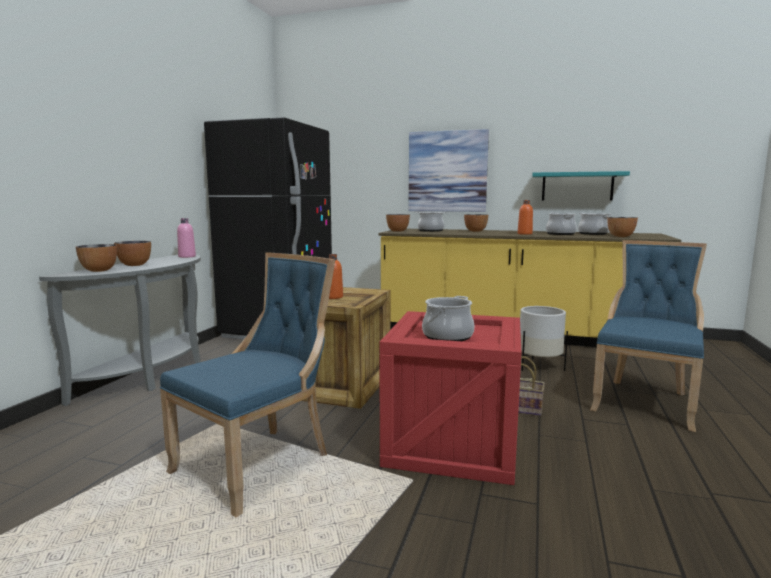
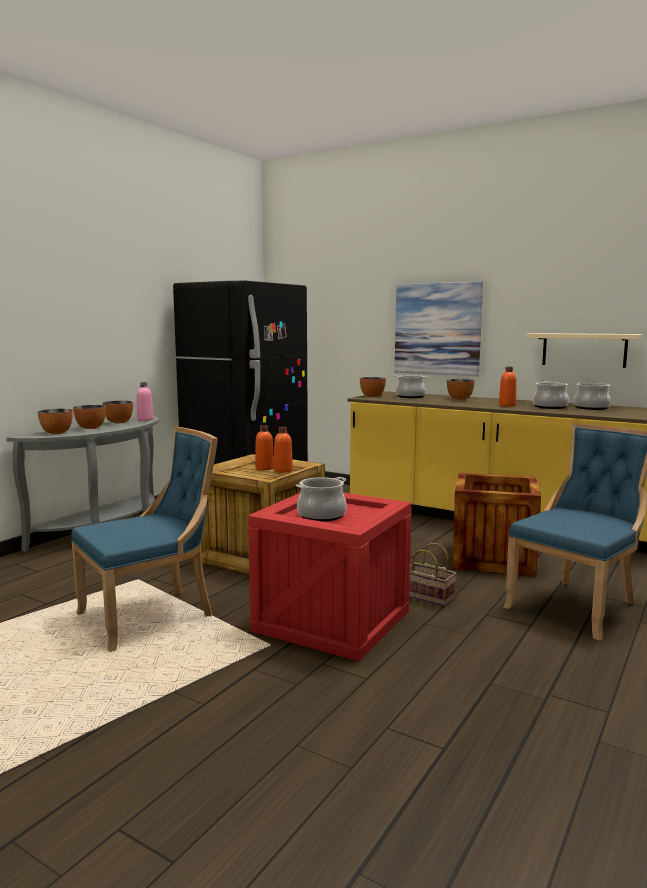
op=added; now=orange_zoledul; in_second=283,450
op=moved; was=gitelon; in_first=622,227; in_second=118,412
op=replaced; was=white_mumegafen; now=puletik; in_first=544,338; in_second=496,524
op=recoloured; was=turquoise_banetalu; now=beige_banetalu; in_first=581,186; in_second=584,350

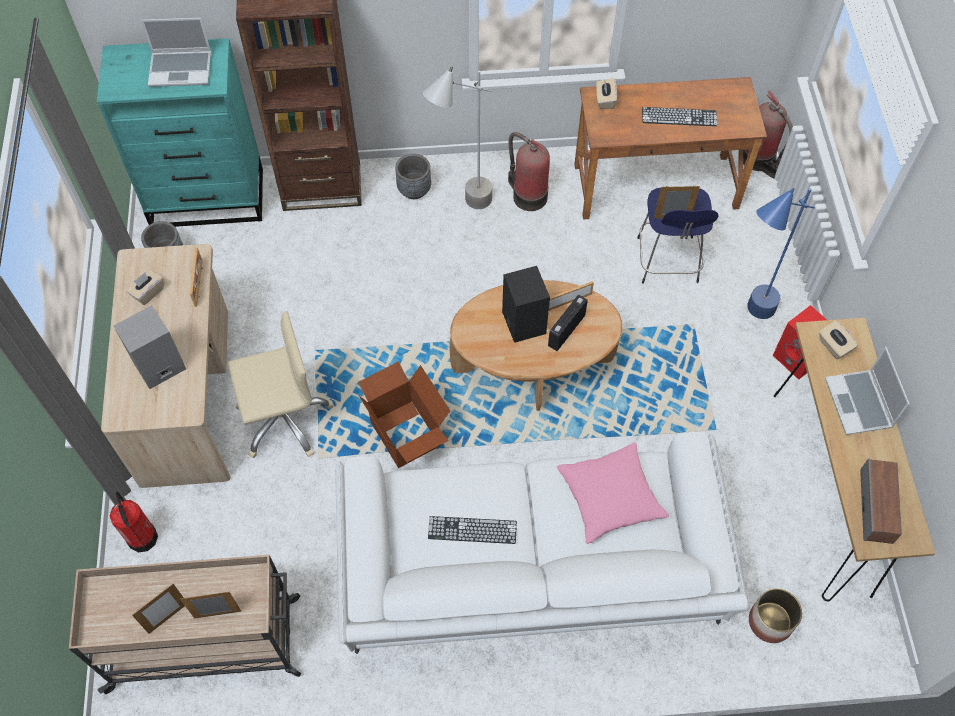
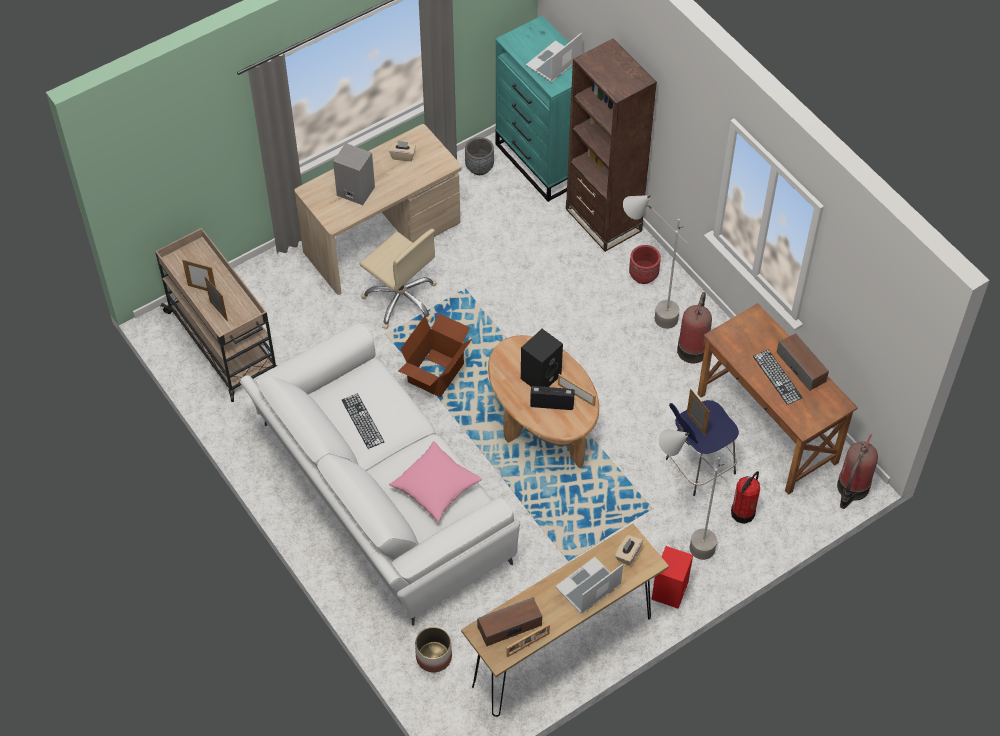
op=removed; was=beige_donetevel; in_first=606,93
op=added; now=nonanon; in_second=803,362
op=moved; was=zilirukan; in_first=134,522; in_second=745,497
op=moved; was=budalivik; in_first=196,277; in_second=528,640
op=recoloured; was=grey_mumegafen; now=red_mumegafen; in_first=413,176; in_second=645,264
op=recoloured; was=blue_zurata; now=grey_zurata; in_first=781,253; in_second=693,494
op=turned; was=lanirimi; in_first=176,52; in_second=554,57; clockwise=75

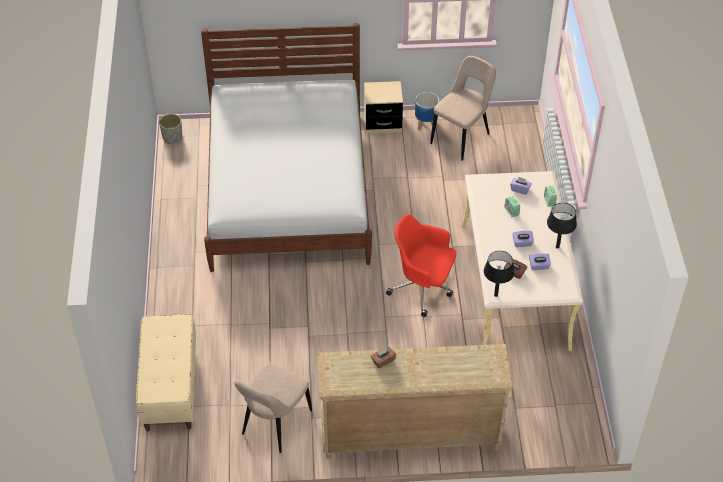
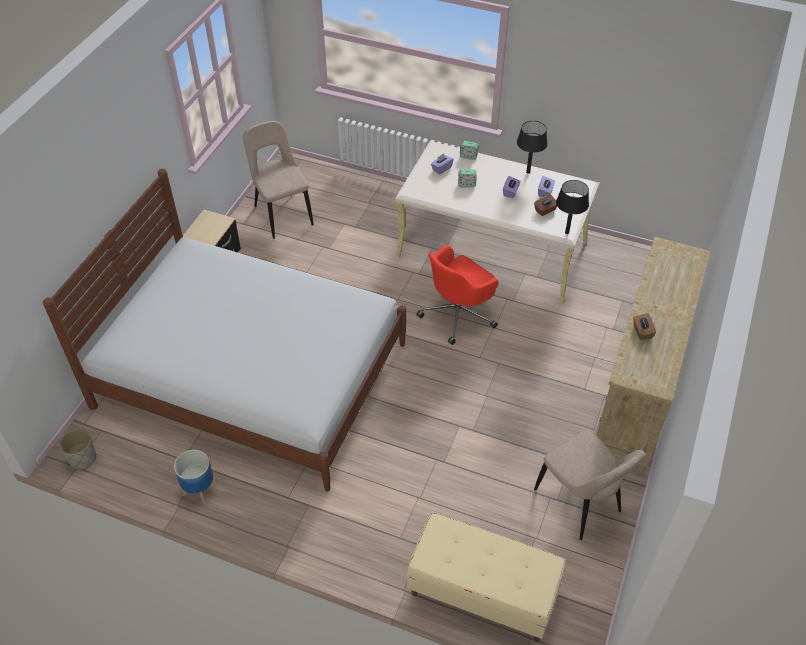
op=moved; was=mumegafen; in_first=427,111; in_second=195,476

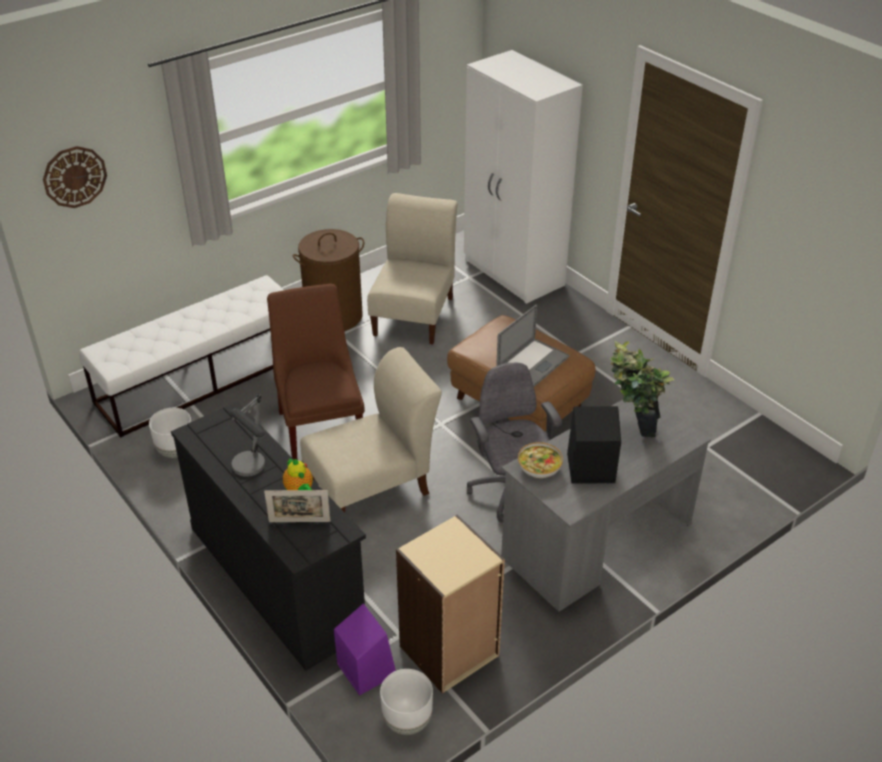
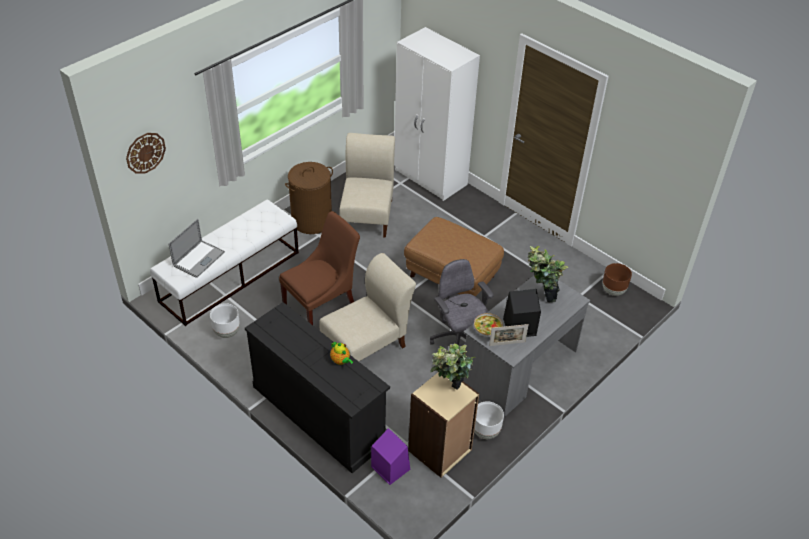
op=removed; was=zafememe; in_first=247,435
op=added; now=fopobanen; in_second=453,367
op=added; now=brown_mumegafen; in_second=617,279
op=moved; was=budalivik; in_first=297,506; in_second=509,335
op=moved; was=white_mumegafen; in_first=406,702; in_second=489,420
op=moved; was=lanirimi; in_first=533,345; in_second=197,248
op=turned; was=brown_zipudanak; in_first=316,371; in_second=319,268; clockwise=75

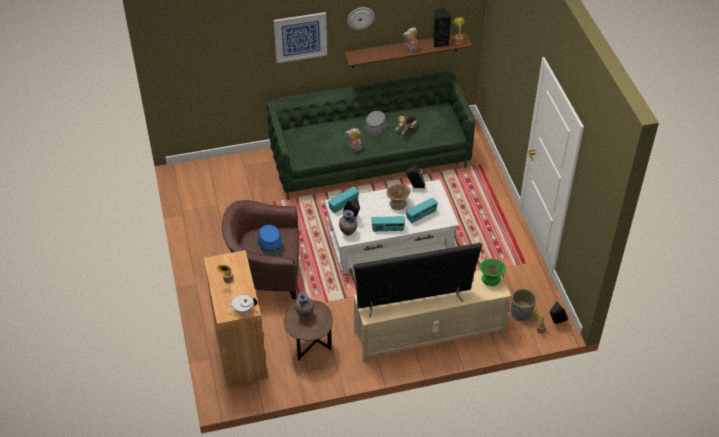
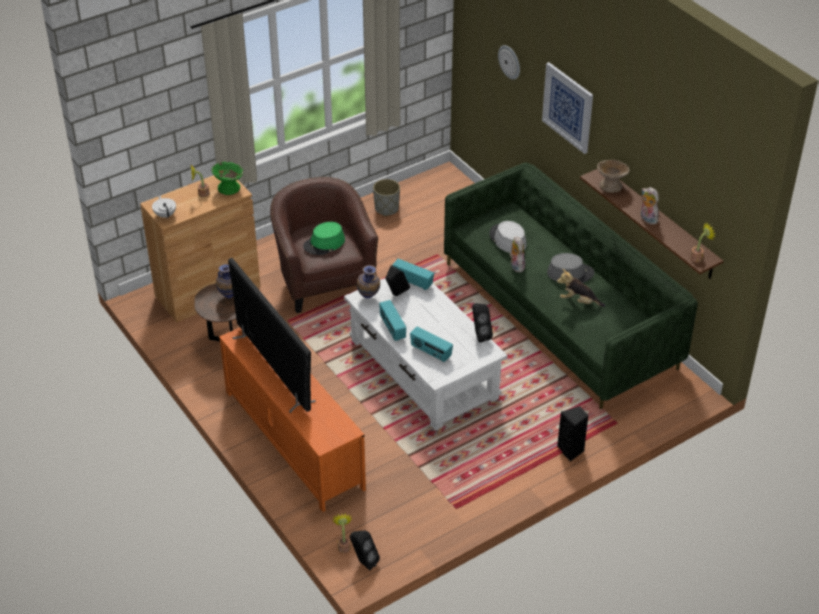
op=added; now=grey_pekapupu; in_second=508,237
op=moved; was=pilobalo; in_first=361,18; in_second=509,62
op=moved; was=beige_gitelon; in_first=398,197; in_second=613,176
op=moved; was=black_nonanon; in_first=442,28; in_second=573,433
op=moved; was=green_gitelon; in_first=492,272; in_second=227,178
op=moved; was=grey_mumegafen; in_first=523,305; in_second=386,197
op=recoloured; was=blue_pekapupu; now=green_pekapupu; in_first=271,240; in_second=324,238
op=recoloured; was=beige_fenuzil; now=orange_fenuzil; in_first=432,316; in_second=292,420

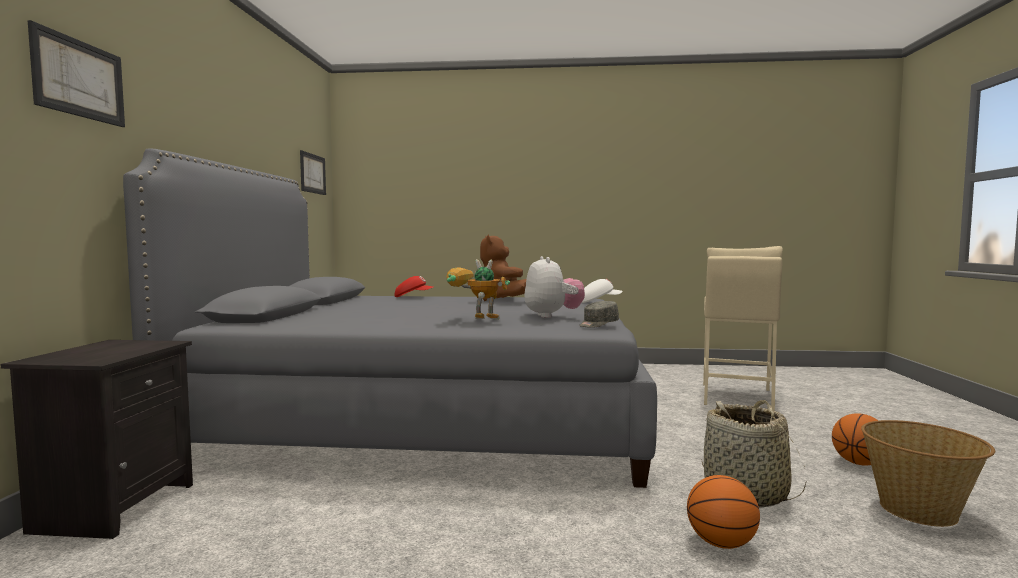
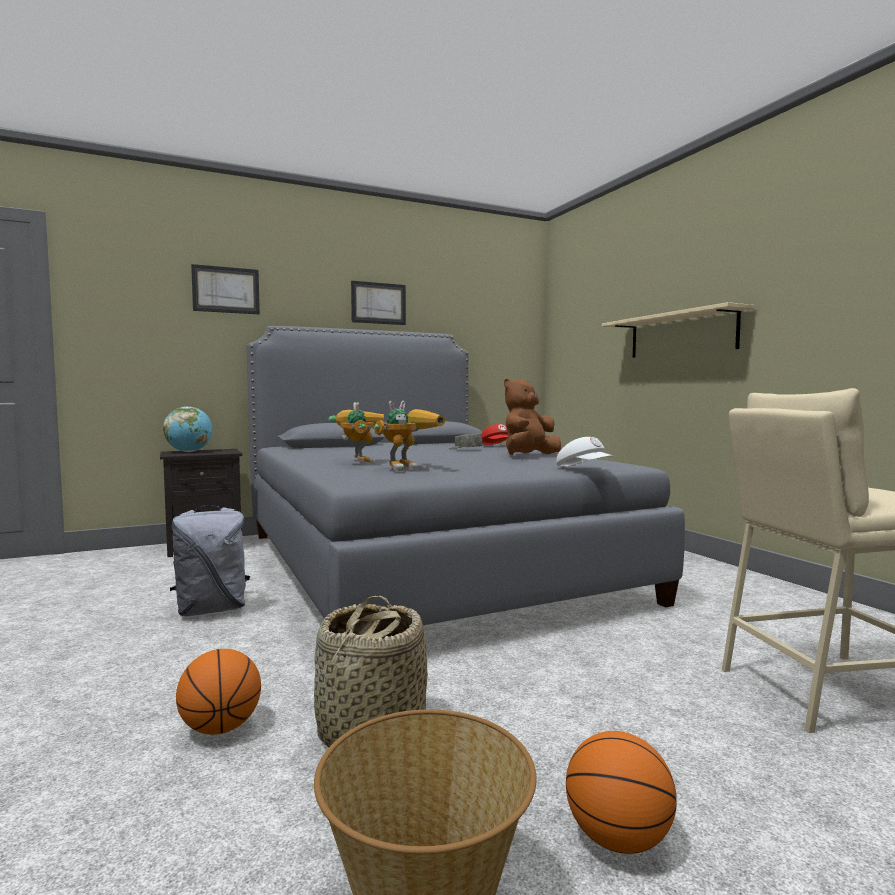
op=added; now=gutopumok; in_second=188,429
op=added; now=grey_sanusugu; in_second=210,560
op=added; now=beige_banetalu; in_second=678,330
op=moved; was=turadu; in_first=313,172; in_second=378,303
op=moved; was=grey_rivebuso; in_first=599,314; in_second=466,441
op=replaced; was=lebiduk; now=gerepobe; in_first=554,287; in_second=409,436

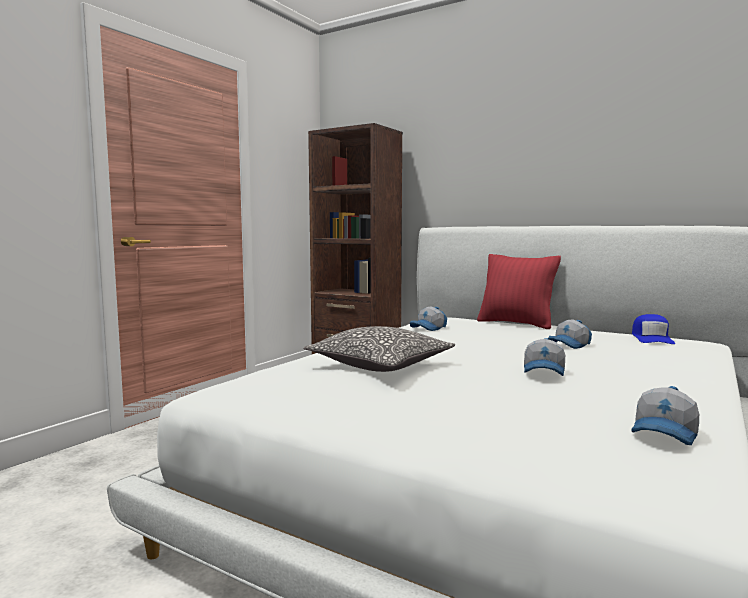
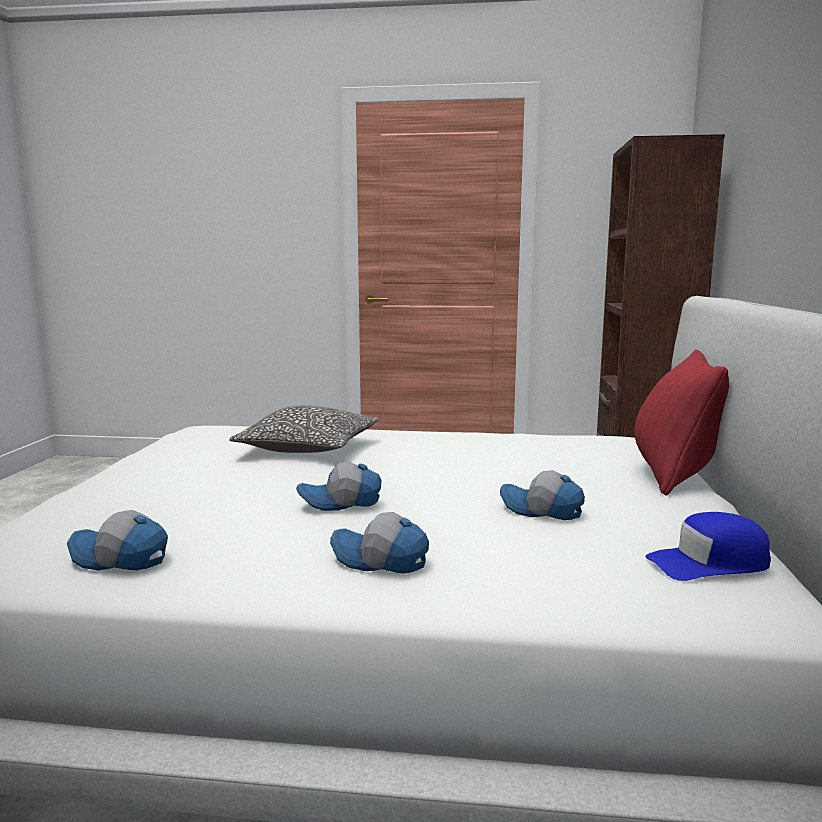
op=moved; was=rivebuso; in_first=428,319; in_second=379,543

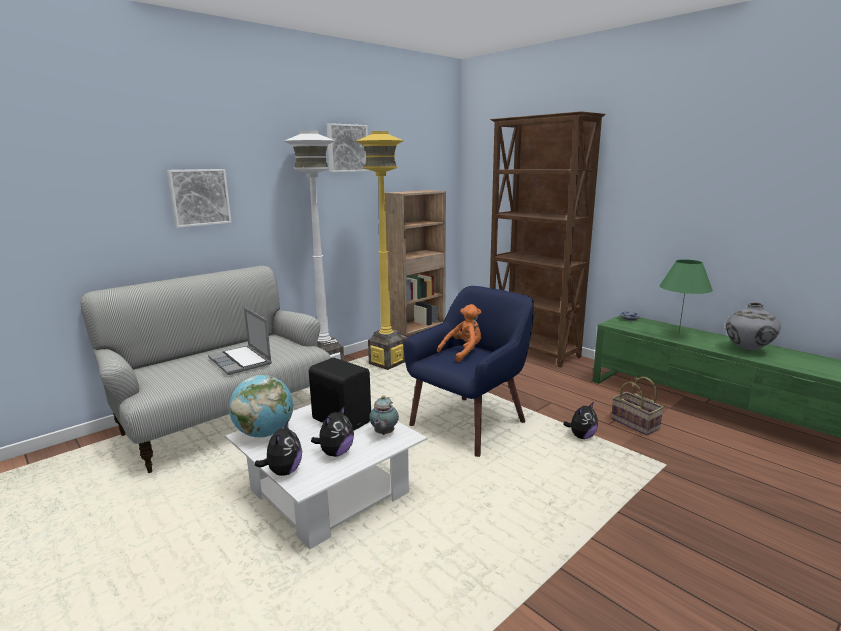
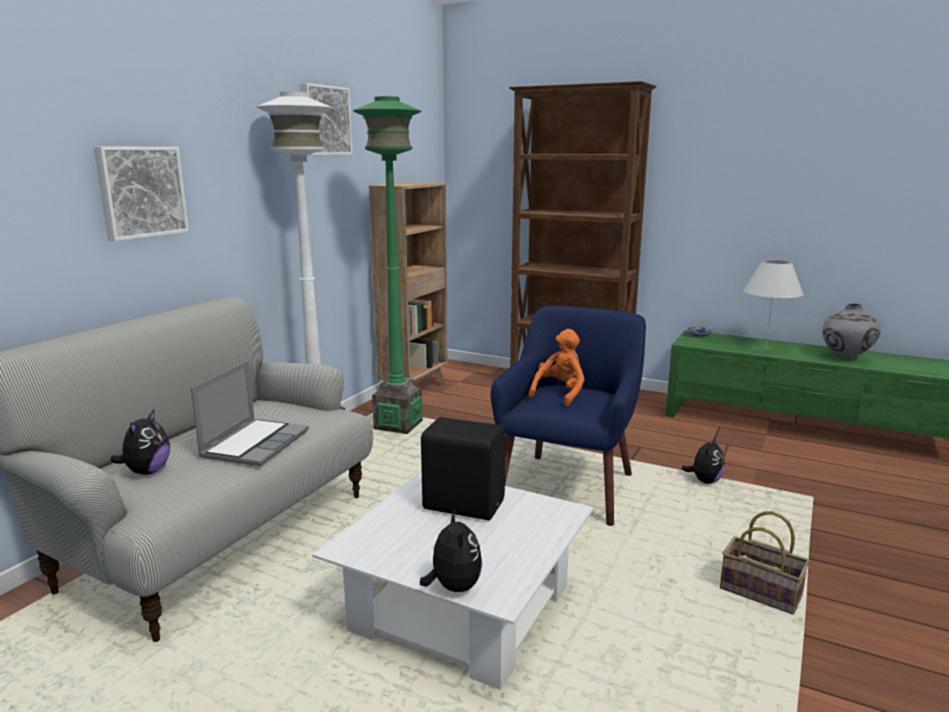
op=removed; was=gutopumok; in_first=261,406
op=removed; was=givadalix; in_first=384,415
op=moved; was=lebiduk; in_first=332,431; in_second=140,442
op=moved; was=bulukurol; in_first=637,406; in_second=765,563
op=recoloured; was=yellow_zurata; now=green_zurata; in_first=380,250; in_second=387,265
op=recoloured; was=green_zafememe; now=white_zafememe; in_first=686,297; in_second=773,303
op=turned; was=lanirimi; in_first=240,341; in_second=250,413; clockwise=-105

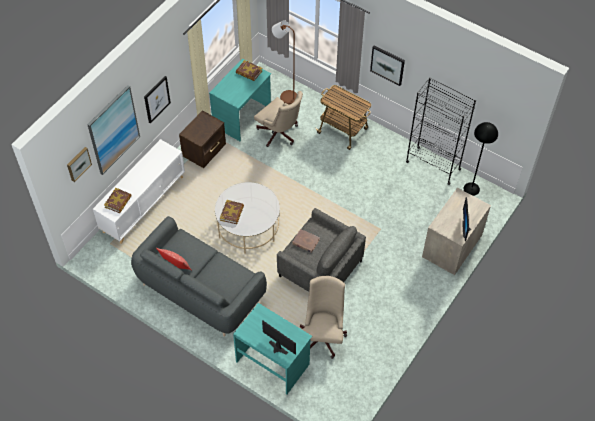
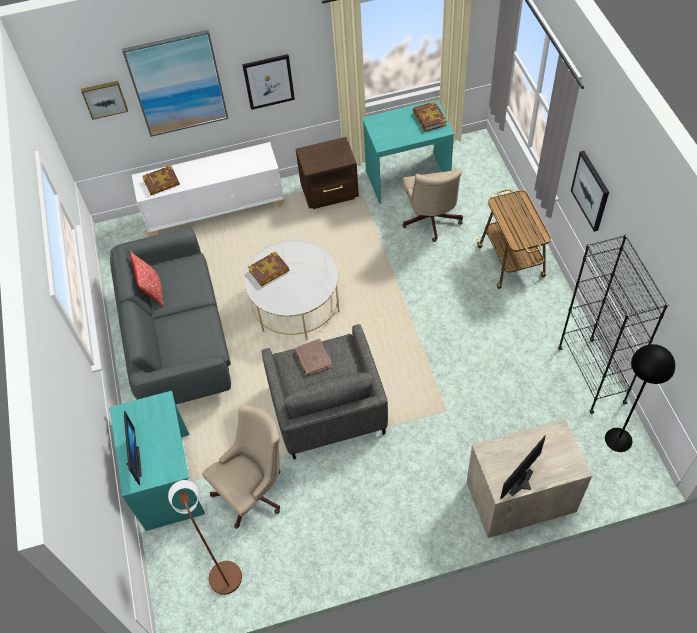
op=moved; was=brown_zurata; in_first=284,62; in_second=205,537

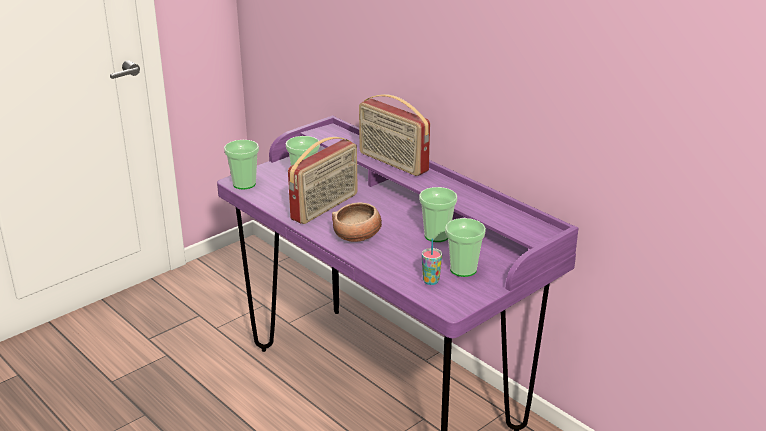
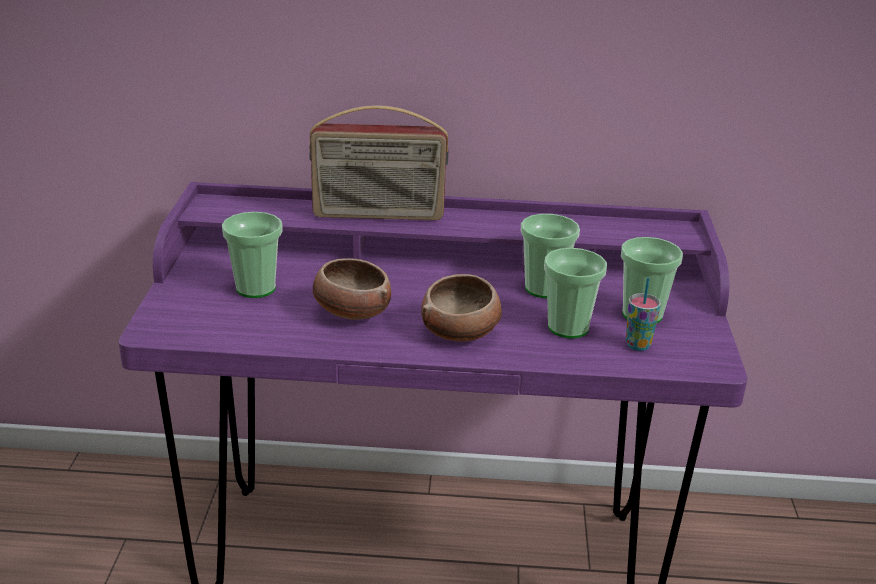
op=moved; was=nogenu; in_first=241,165; in_second=575,293
op=replaced; was=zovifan; now=gitelon; in_first=323,180; in_second=352,289

